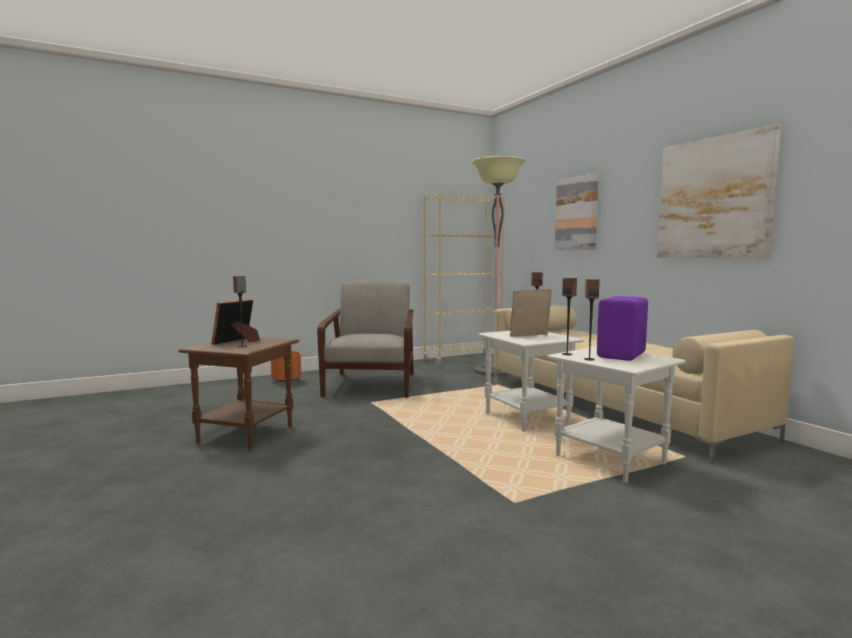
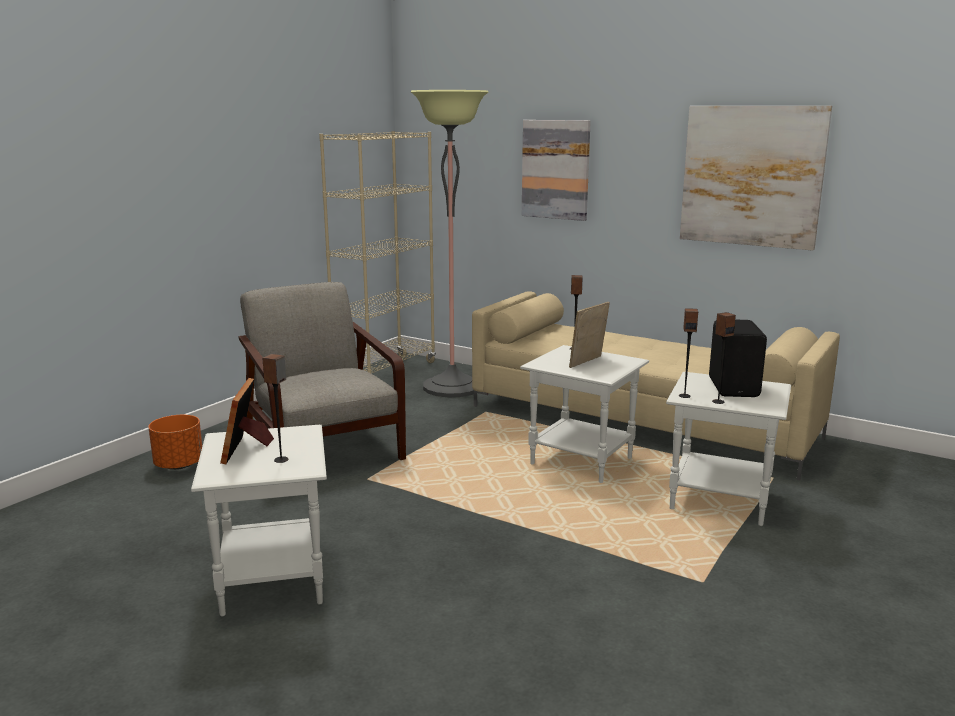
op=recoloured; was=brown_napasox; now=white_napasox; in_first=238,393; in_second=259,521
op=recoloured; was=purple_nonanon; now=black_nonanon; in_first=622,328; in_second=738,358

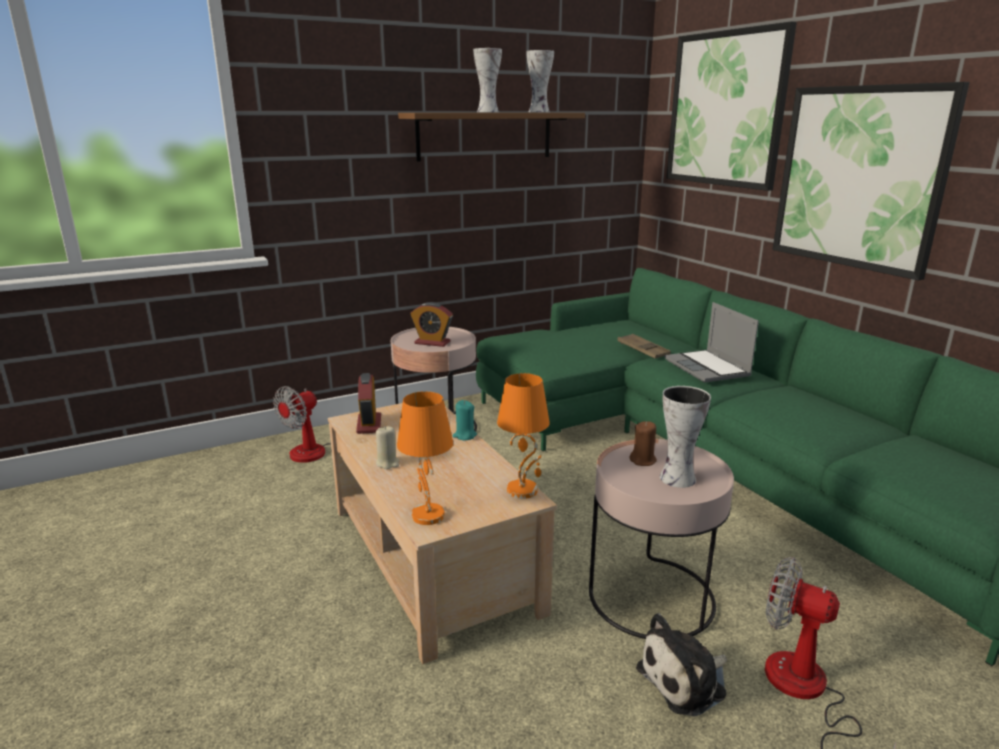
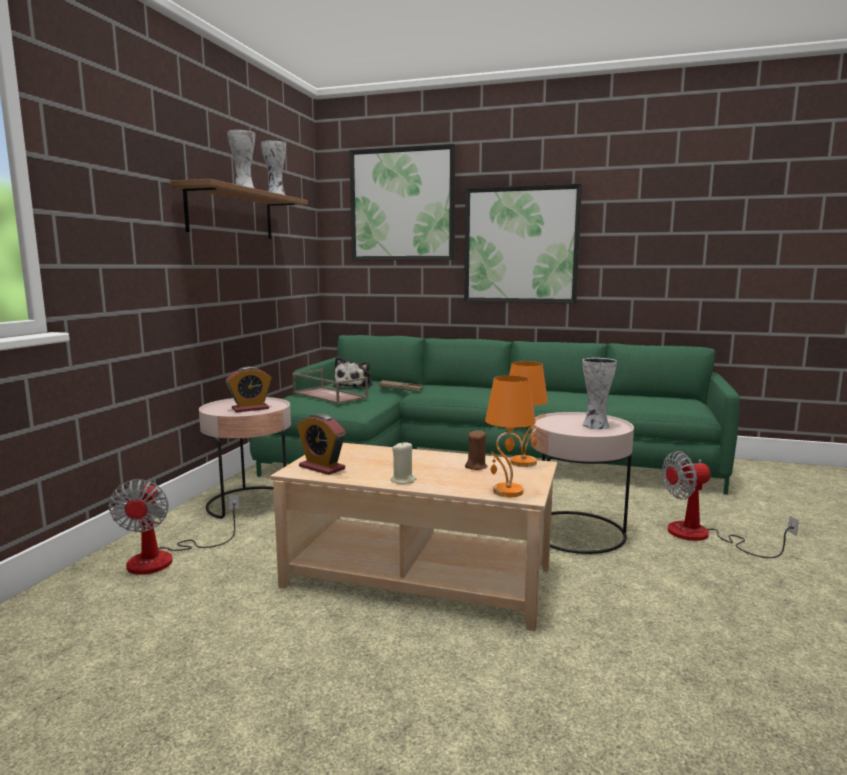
op=removed; was=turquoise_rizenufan; in_first=464,420
op=removed; was=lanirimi; in_first=712,342
op=added; now=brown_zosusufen; in_second=330,386
op=moved; was=brown_rizenufan; in_first=643,443; in_second=476,450
op=moved; was=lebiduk; in_first=681,665; in_second=353,372

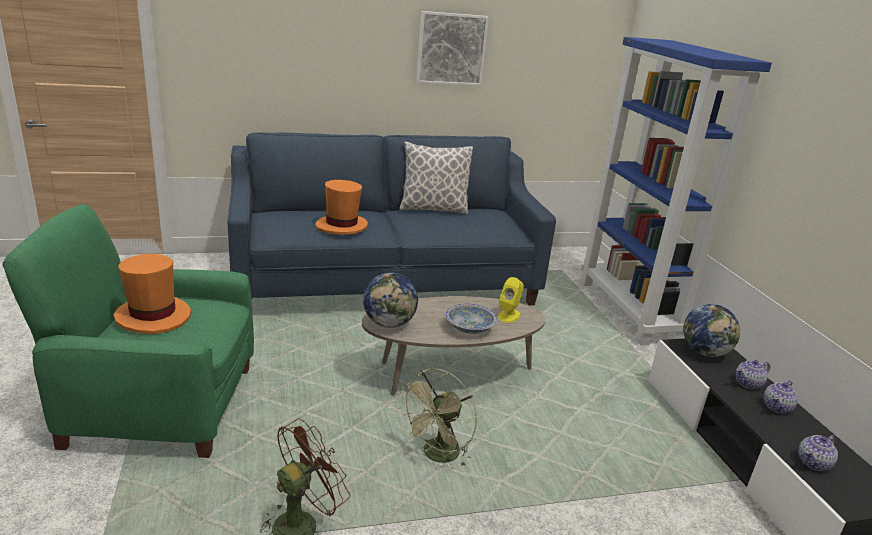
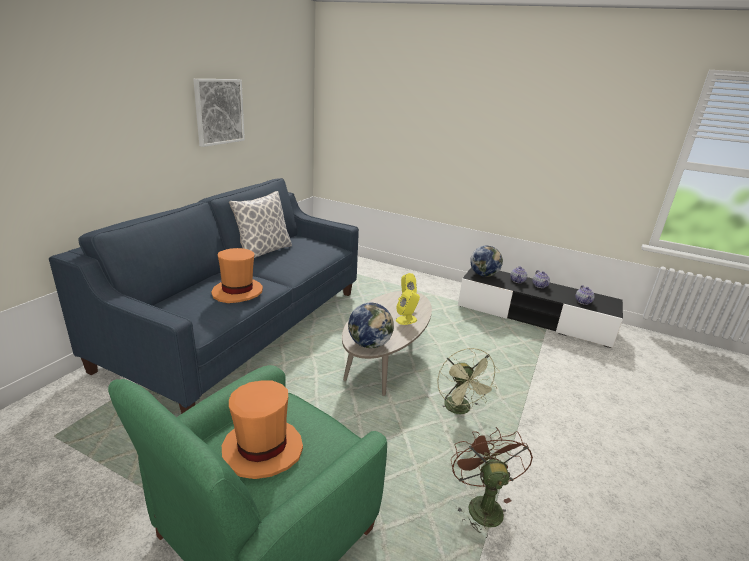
op=removed; was=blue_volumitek; in_first=676,191
op=replaced; was=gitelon; now=yellow_nonanon; in_first=471,318; in_second=408,307

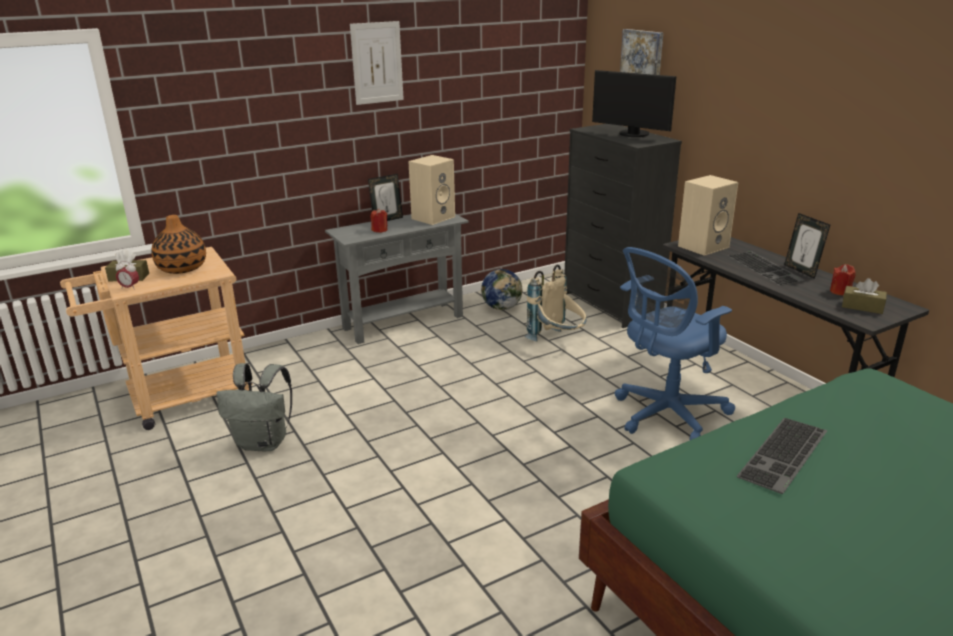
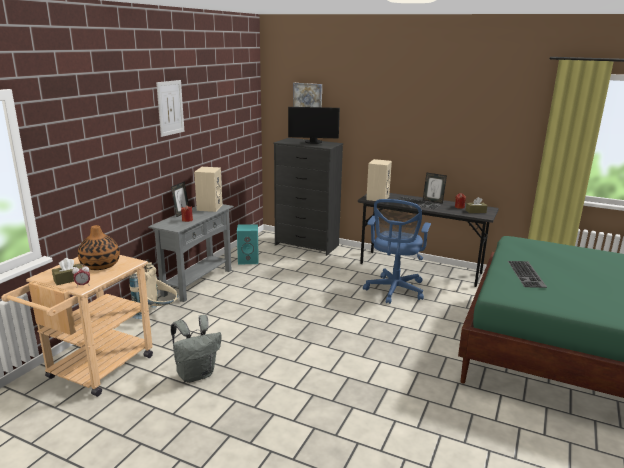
op=moved; was=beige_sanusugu; in_first=556,303; in_second=153,289
op=replaced; was=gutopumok; now=turquoise_nonanon; in_first=502,289; in_second=248,244

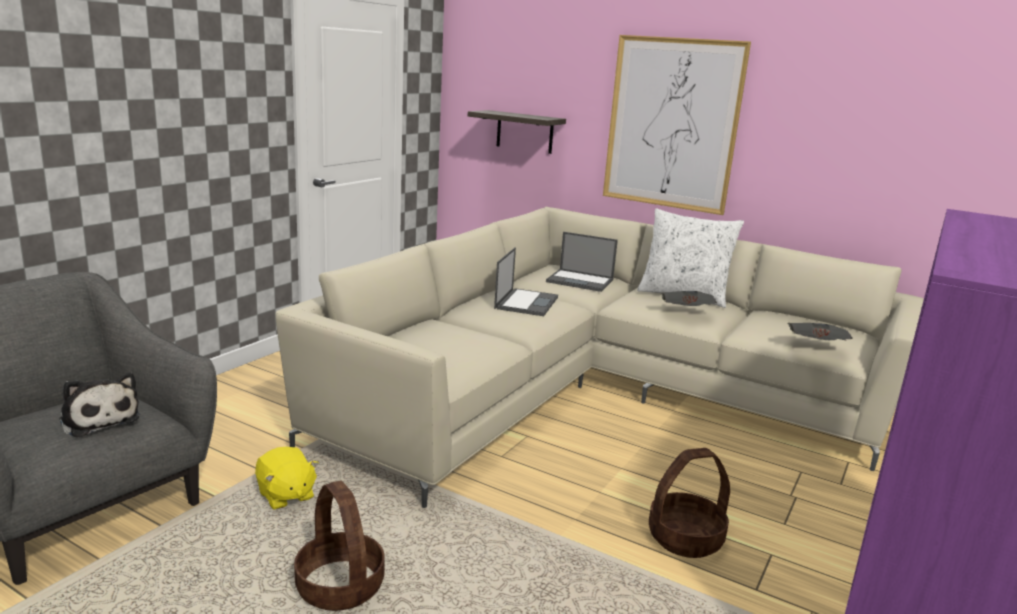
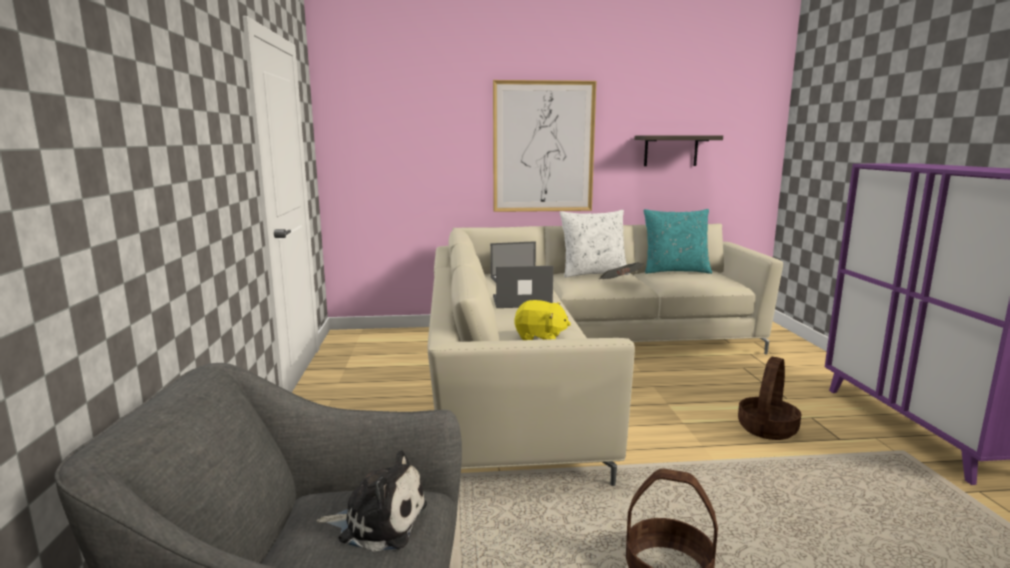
op=removed; was=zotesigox; in_first=820,331
op=added; now=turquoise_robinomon; in_second=678,241
op=moved; was=yellow_lebiduk; in_first=287,478; in_second=543,320
op=moved; was=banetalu; in_first=517,132; in_second=679,150
op=turned; was=lanirimi; in_first=526,281; in_second=523,287; clockwise=-75

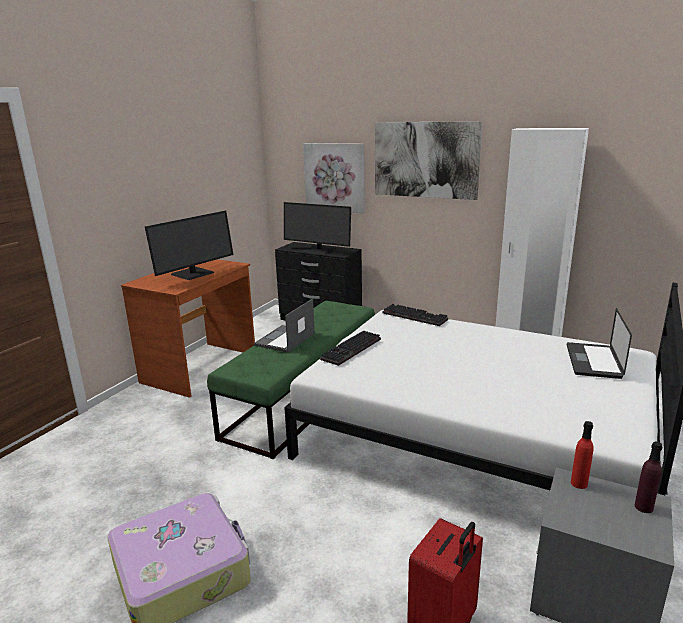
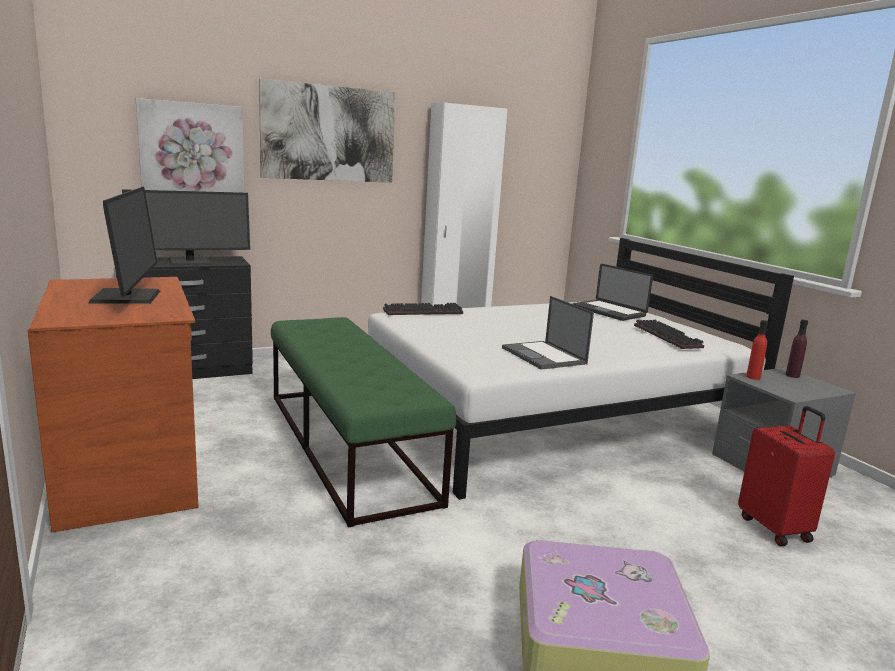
op=moved; was=lanirimi; in_first=284,325; in_second=548,332
op=moved; was=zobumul; in_first=350,348; in_second=669,334

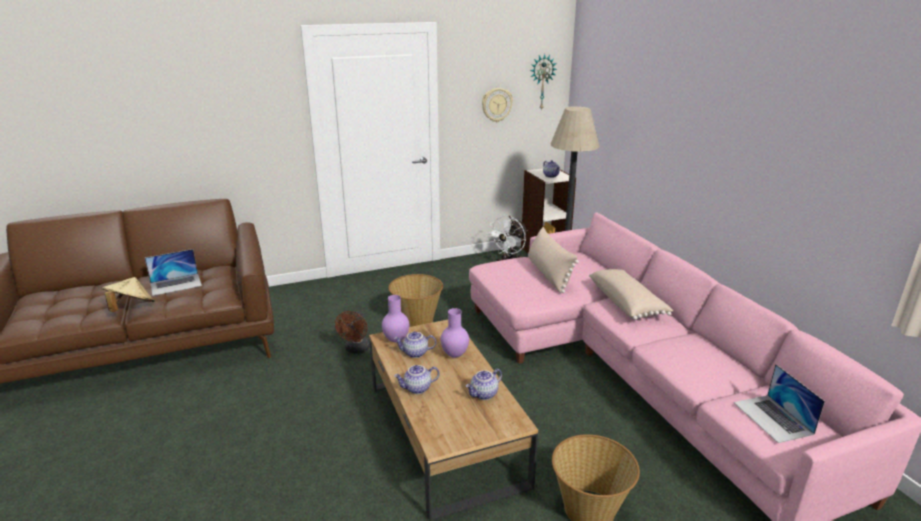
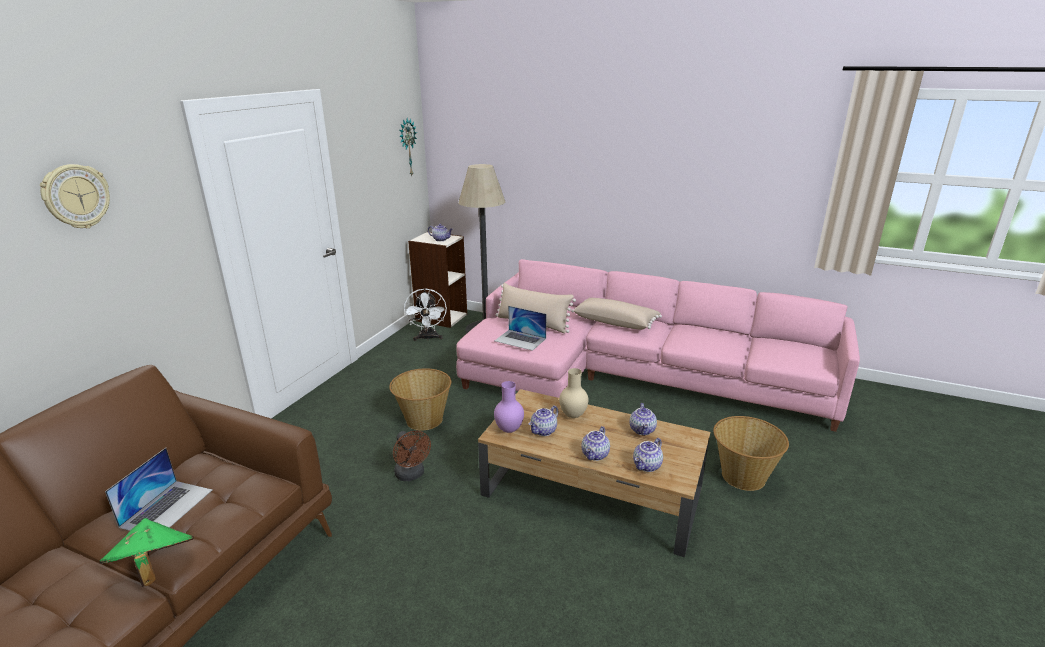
op=added; now=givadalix; in_second=648,455
op=moved; was=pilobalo; in_first=497,105; in_second=75,196
op=moved; was=lanirimi; in_first=779,403; in_second=520,328
op=recoloured; was=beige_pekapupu; now=green_pekapupu; in_first=128,294; in_second=146,552
op=recoloured; was=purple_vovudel; now=beige_vovudel; in_first=454,333; in_second=574,393

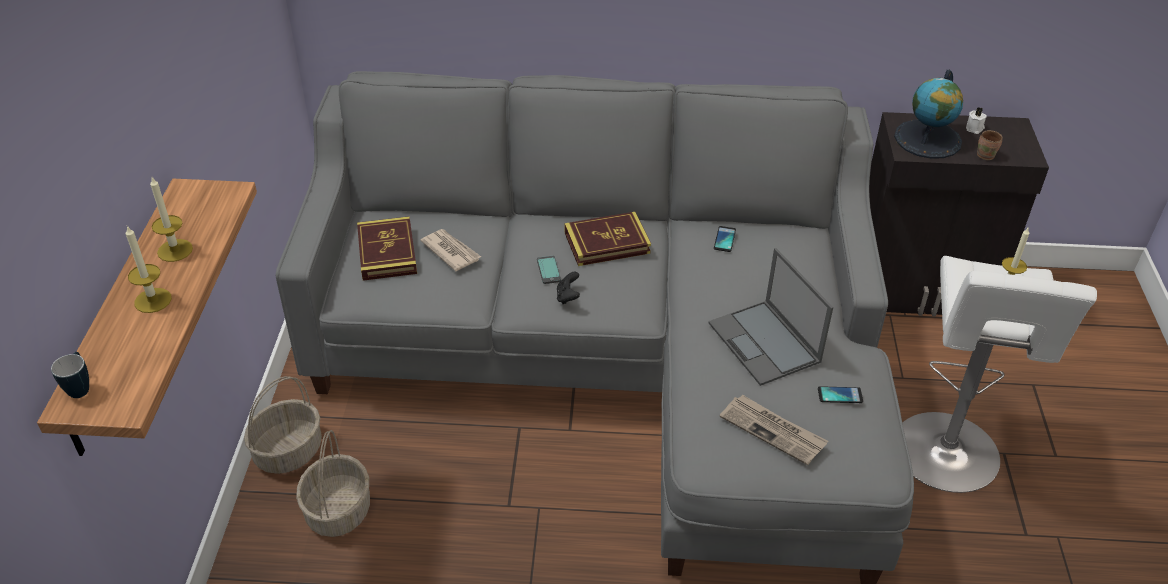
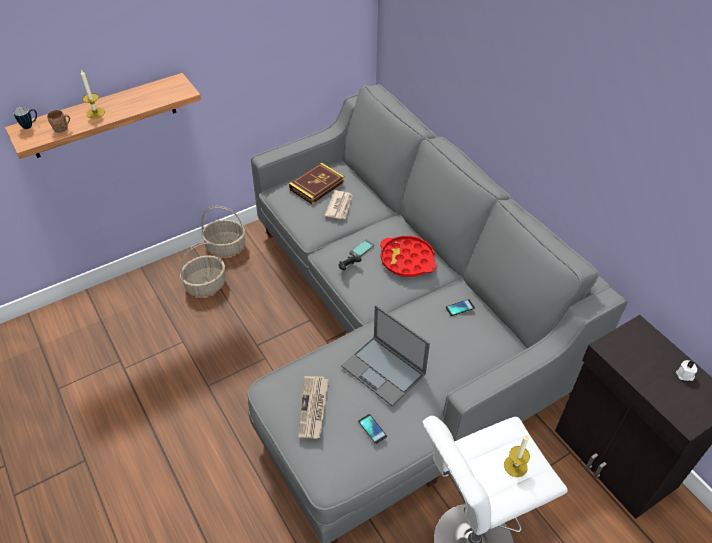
op=removed; was=rizenufan; in_first=171,219
op=removed; was=gutopumok; in_first=928,114
op=moved; was=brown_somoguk; in_first=990,145; in_second=58,121
op=replaced; was=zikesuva; now=red_zosusufen; in_first=608,239; in_second=408,256
op=turned; was=lanirimi; in_first=771,317; in_second=385,356; clockwise=-75

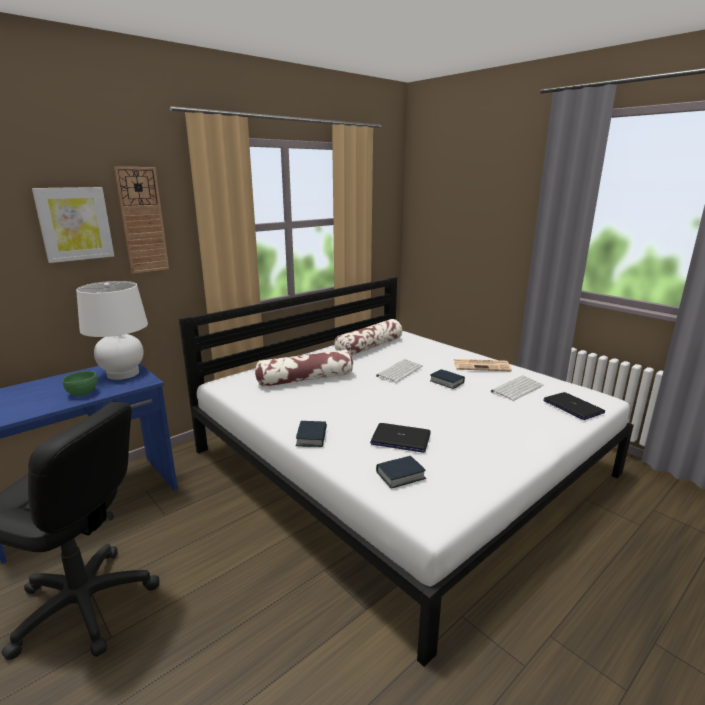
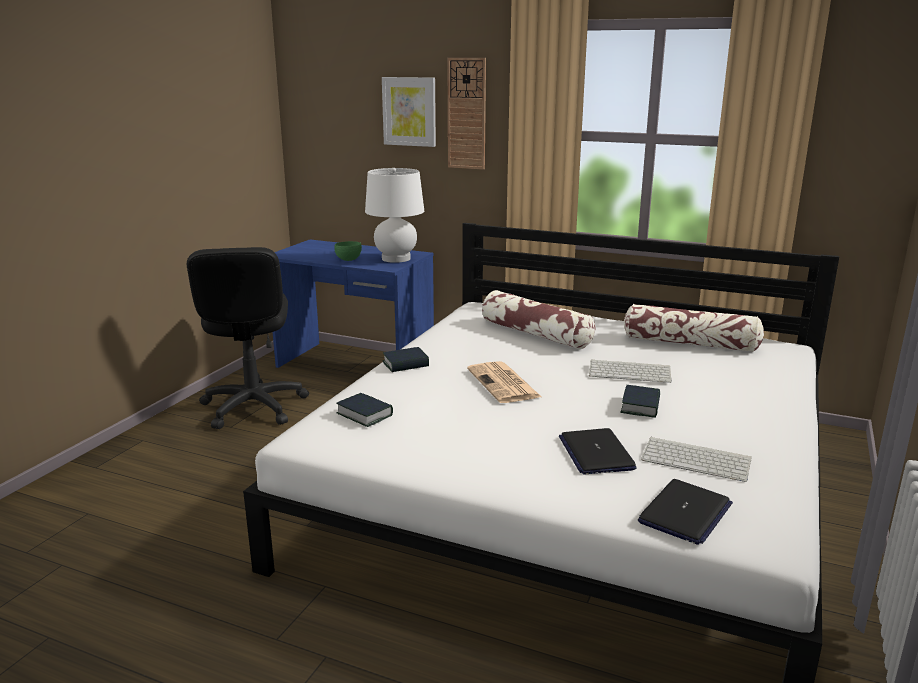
op=moved; was=lanirimi; in_first=400,438; in_second=598,451
op=moved; was=zotesigox; in_first=483,365; in_second=504,382

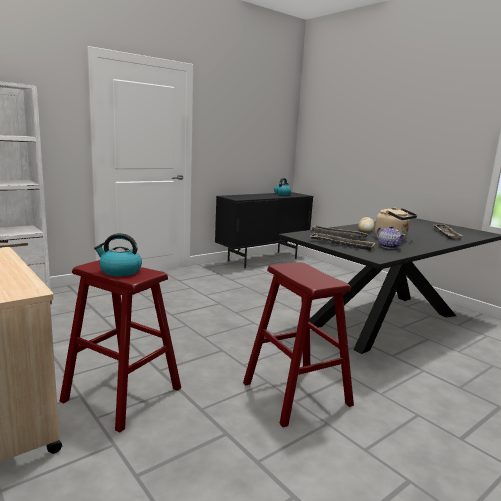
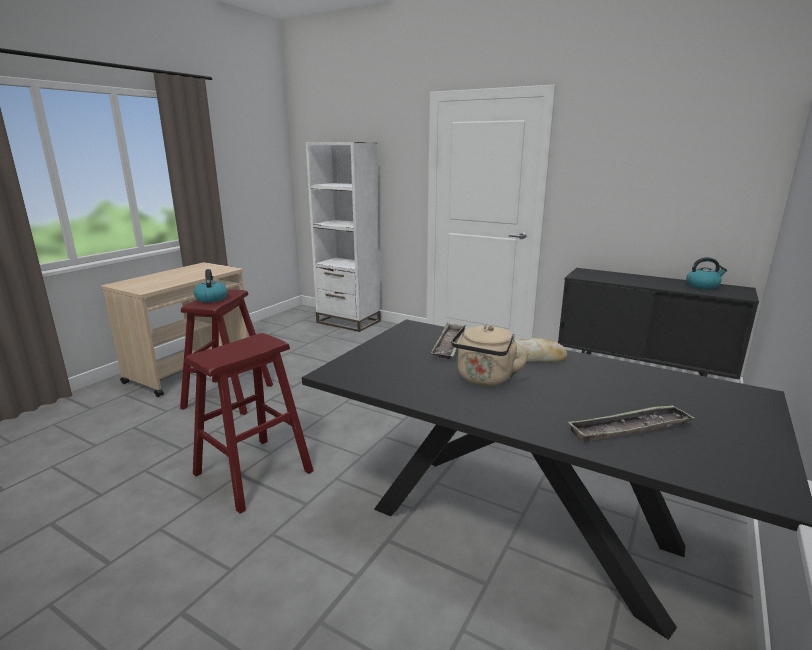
op=removed; was=zosusufen; in_first=343,242
op=removed; was=givadalix; in_first=390,237

